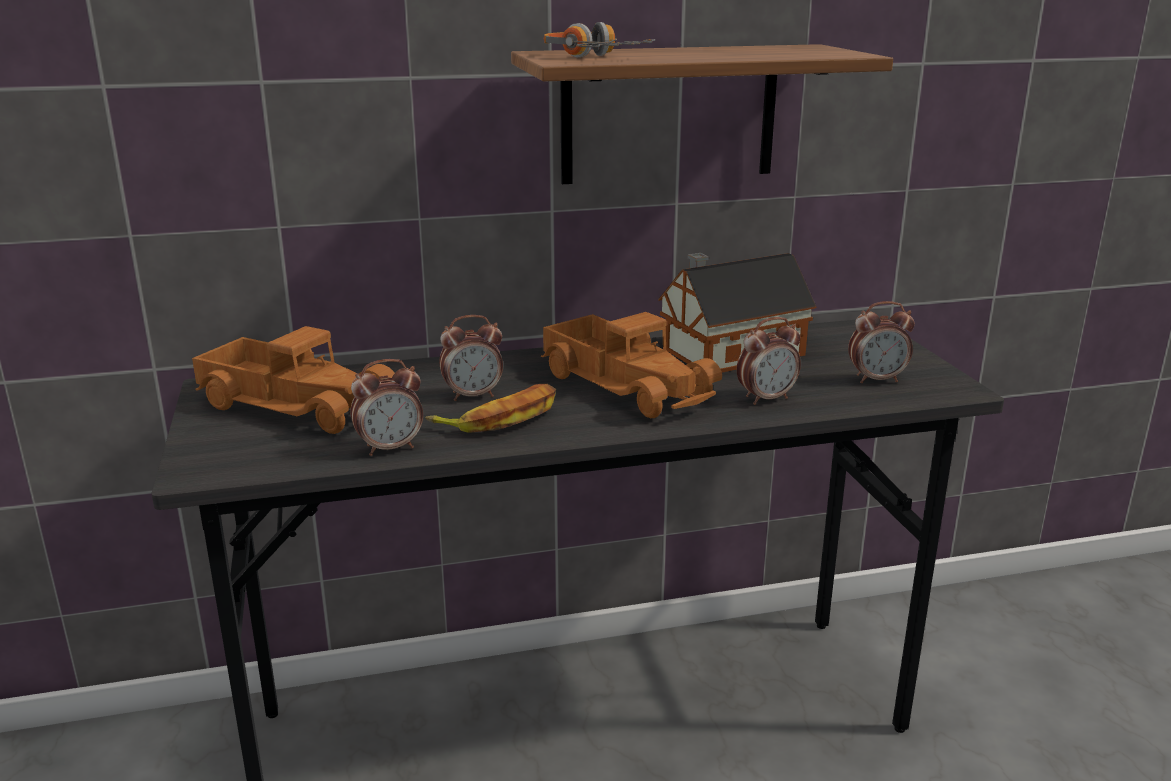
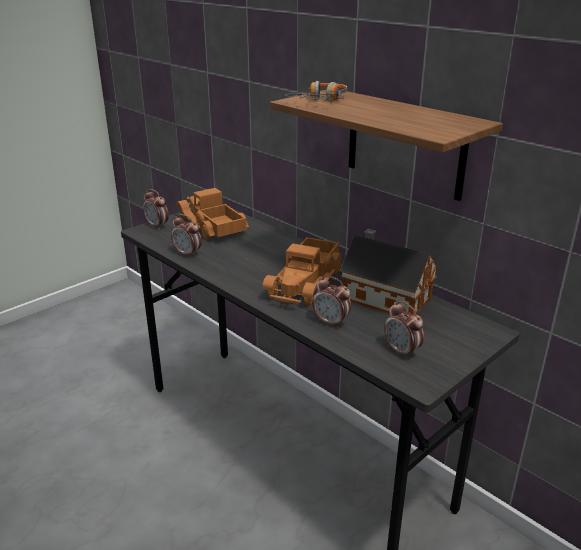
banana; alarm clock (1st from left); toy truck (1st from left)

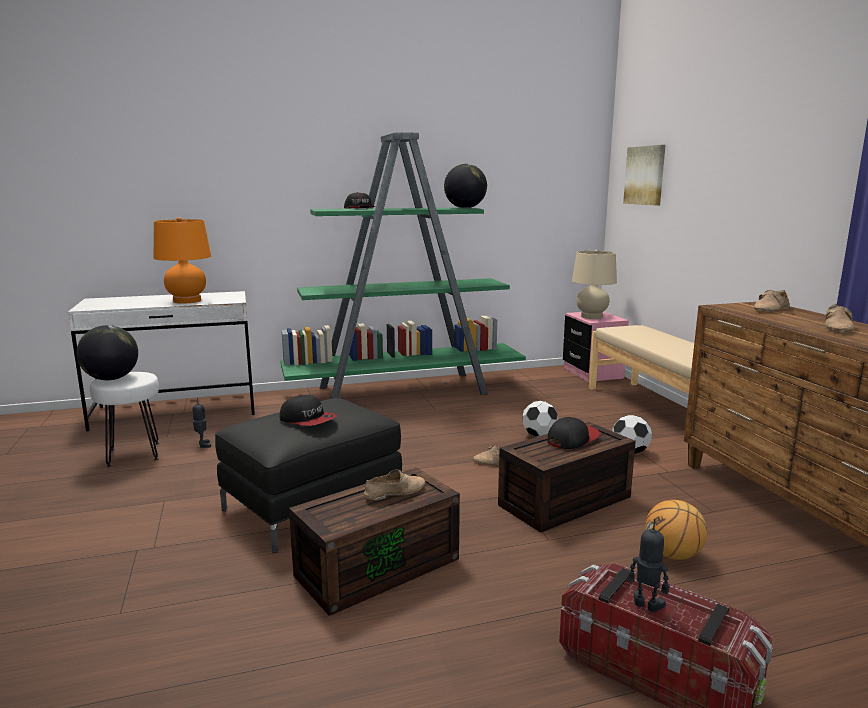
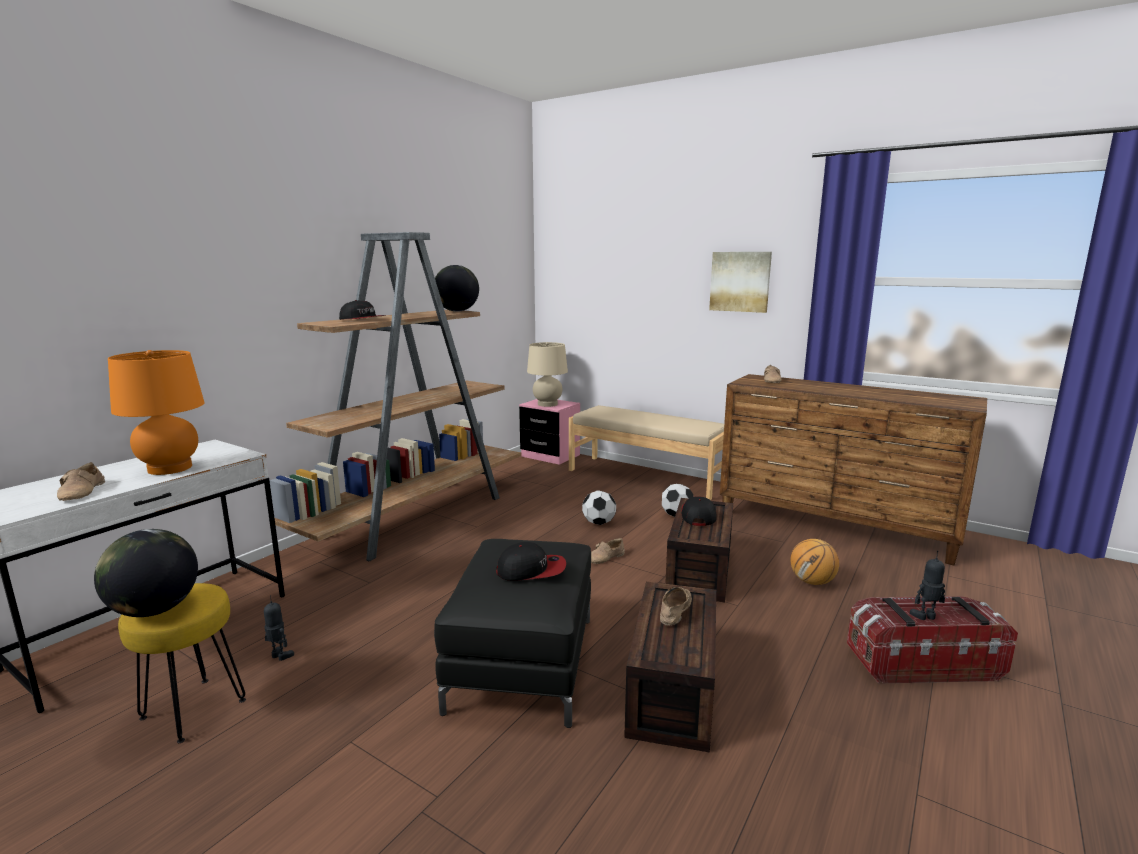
picture; beige shoe (1st from left); yellow stool; brown bookcase

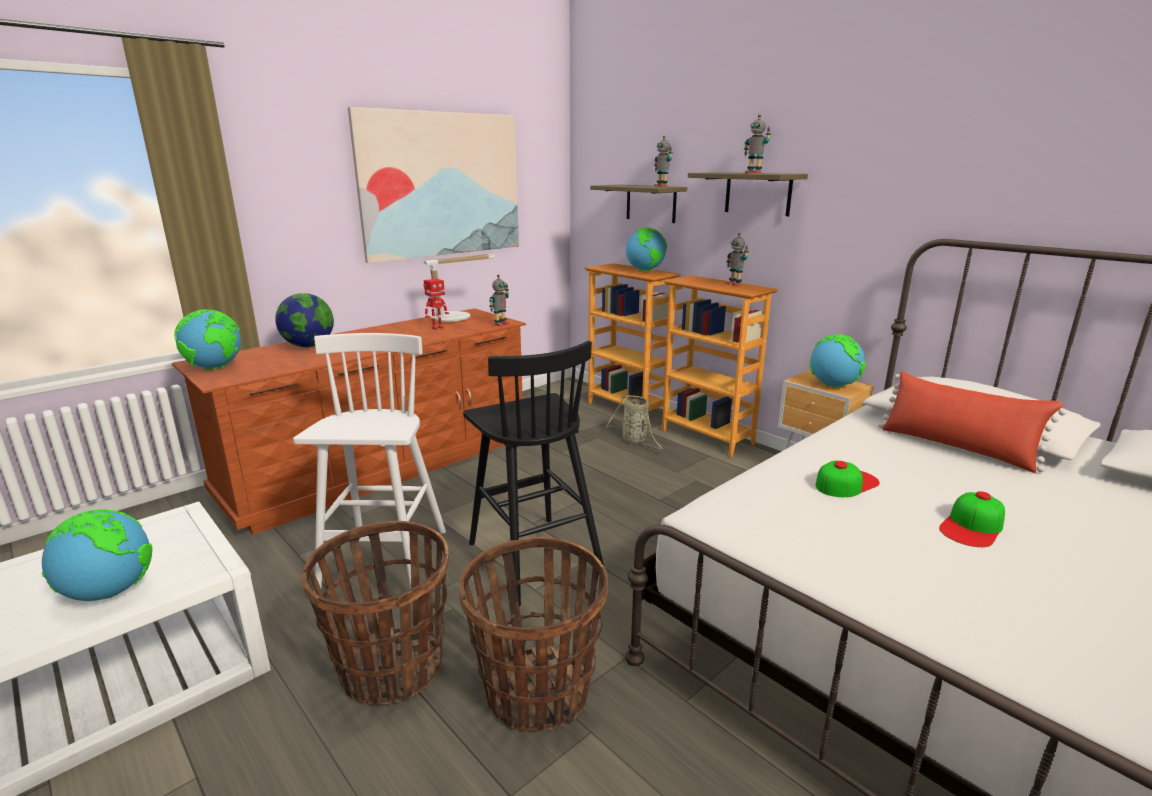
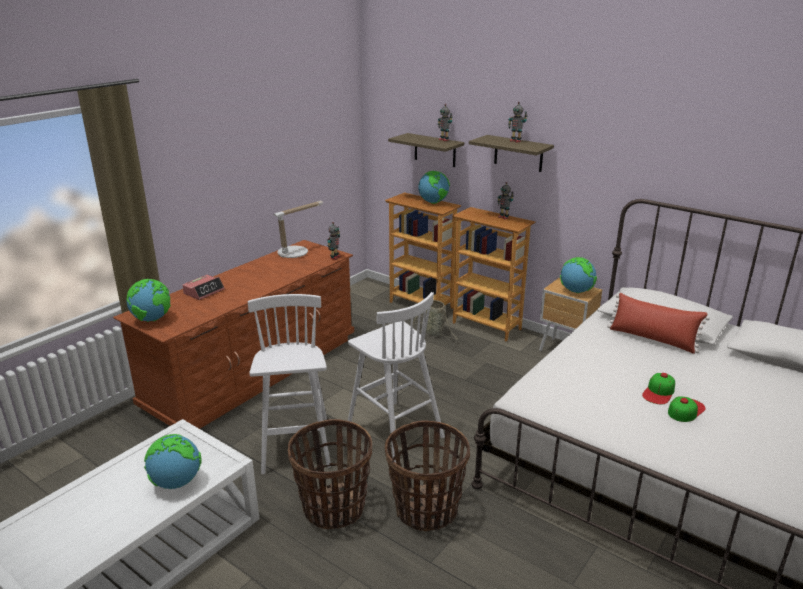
picture; toy robot (1st from left in the first image); cap (2nd from left); alarm clock; white stool (2nd from left)

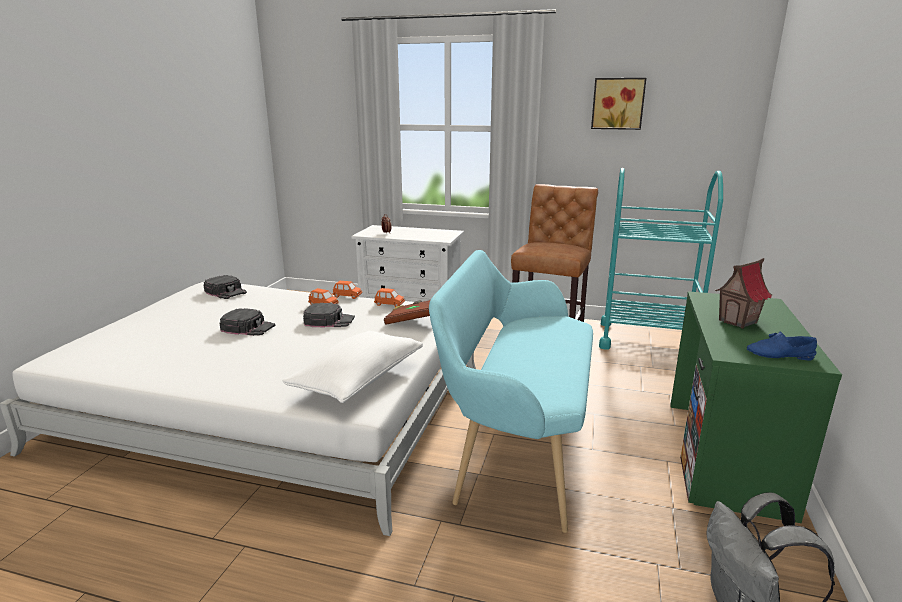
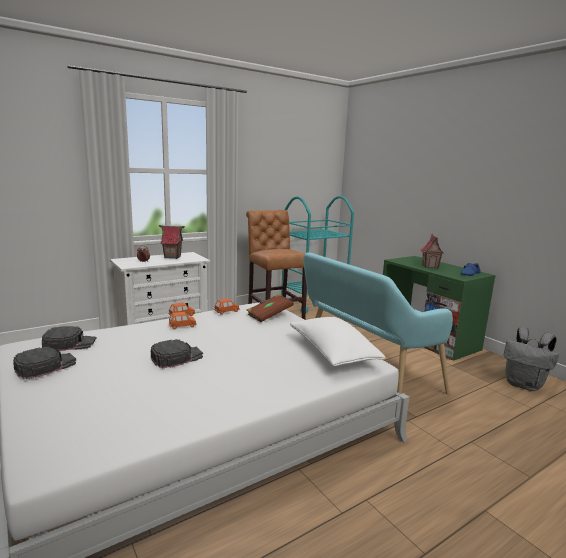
picture; toy house (1st from left); black cap (1st from left)

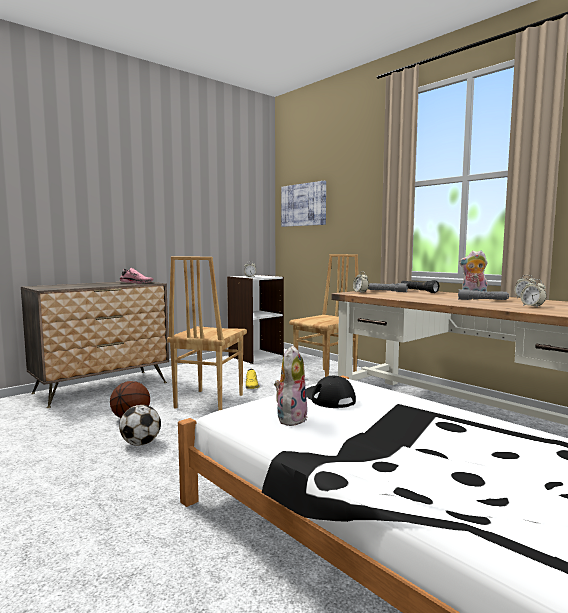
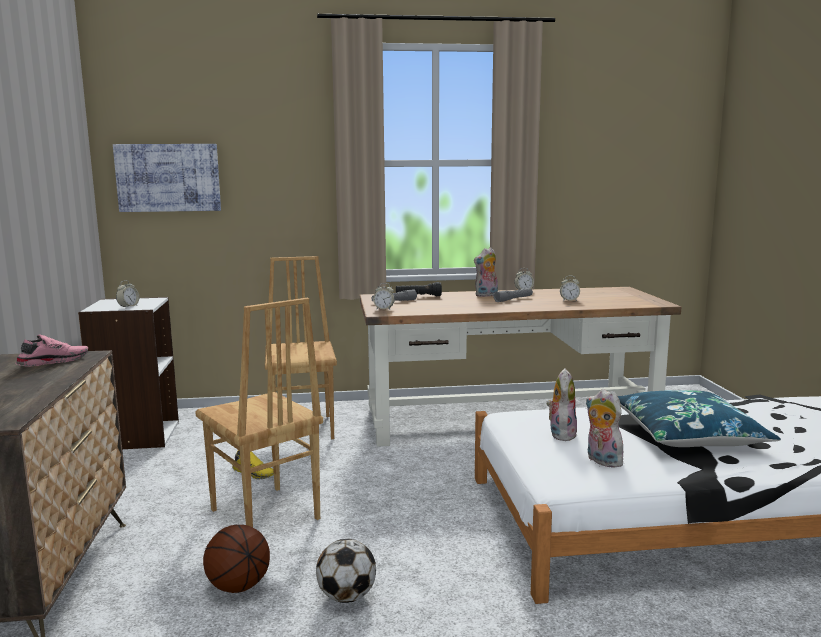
blue pillow; plush toy (2nd from left)

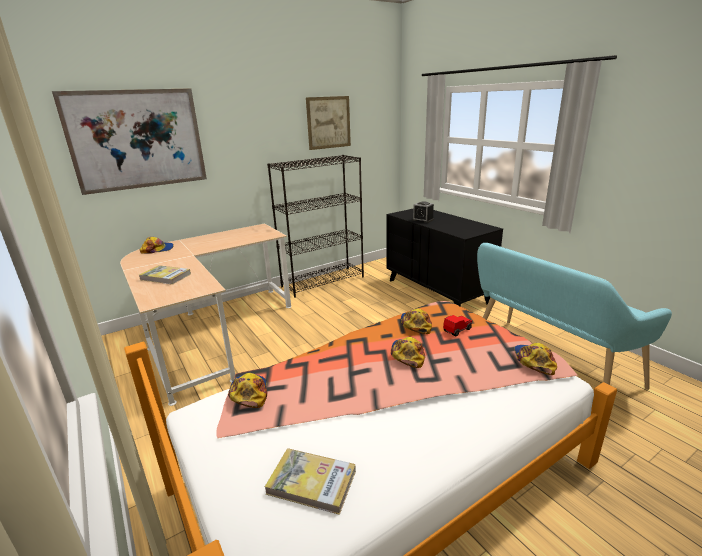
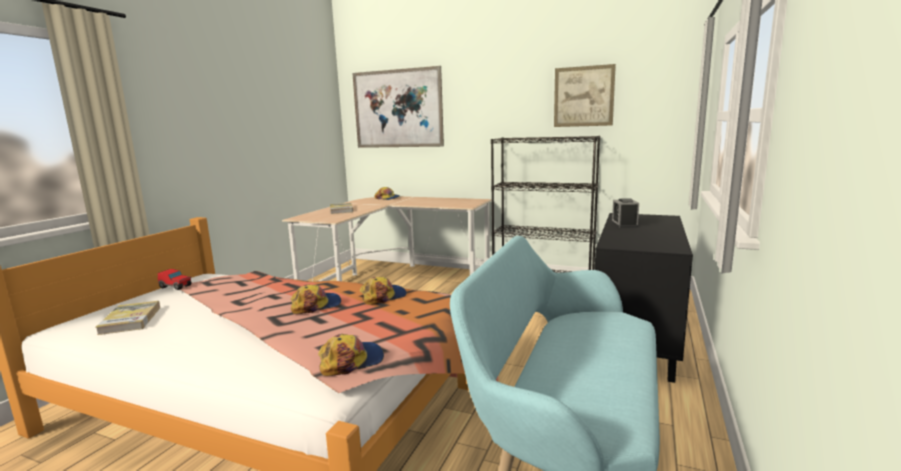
cap (2nd from left in the first image); toy car

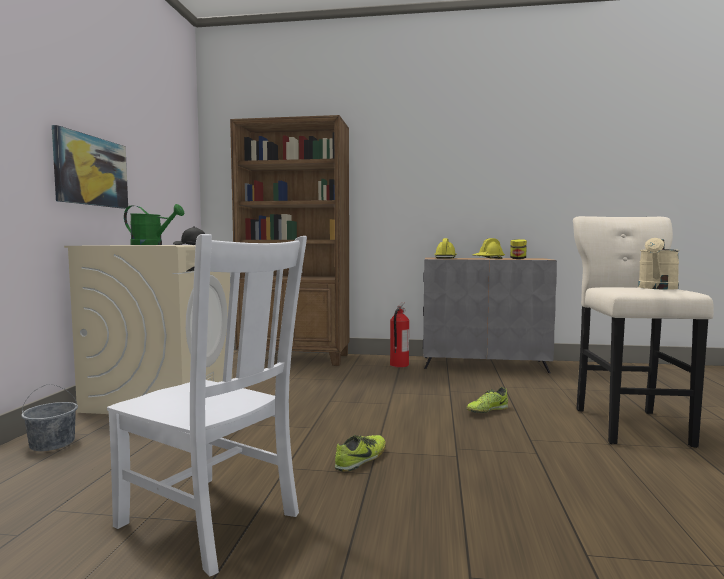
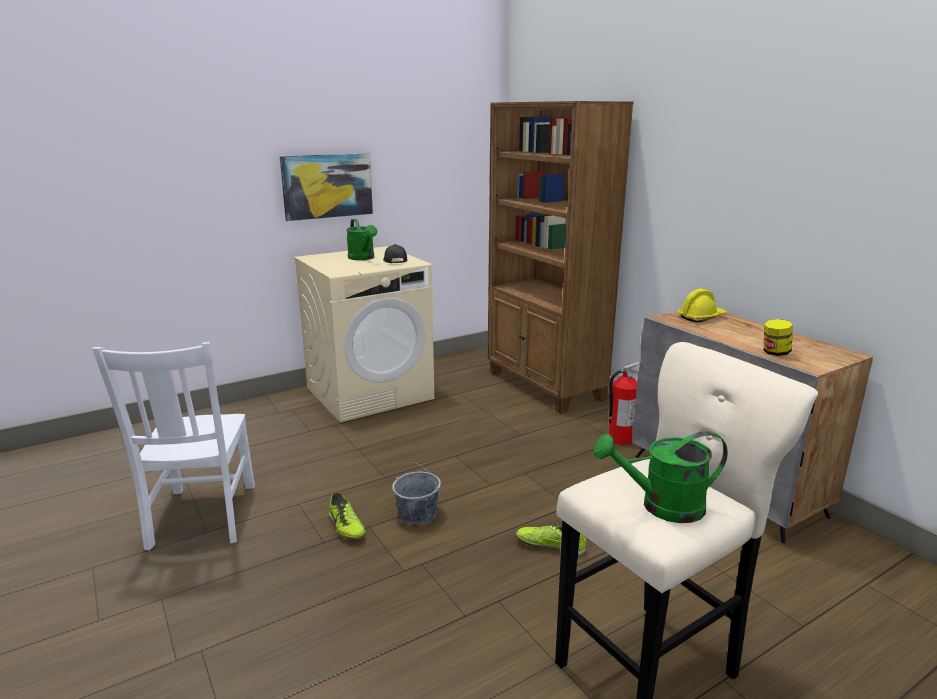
yellow hard hat (2nd from left in the first image); grey bucket; green watering can (2nd from left); shoe (1st from left)

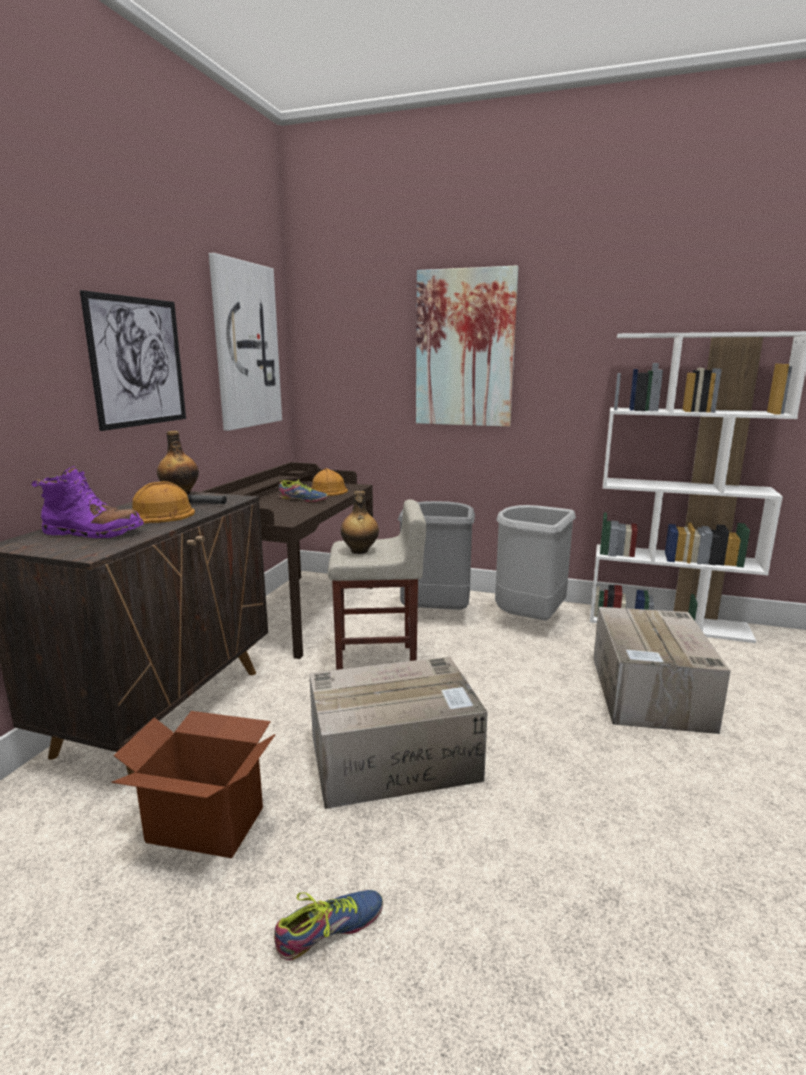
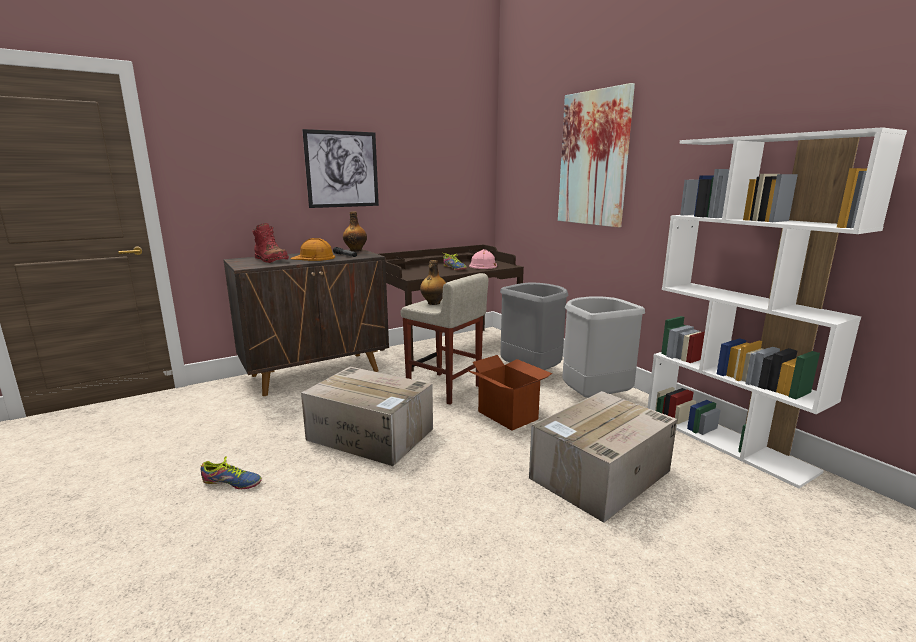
picture (2nd from left in the first image); cardboard box (2nd from left); red boot; pink hard hat

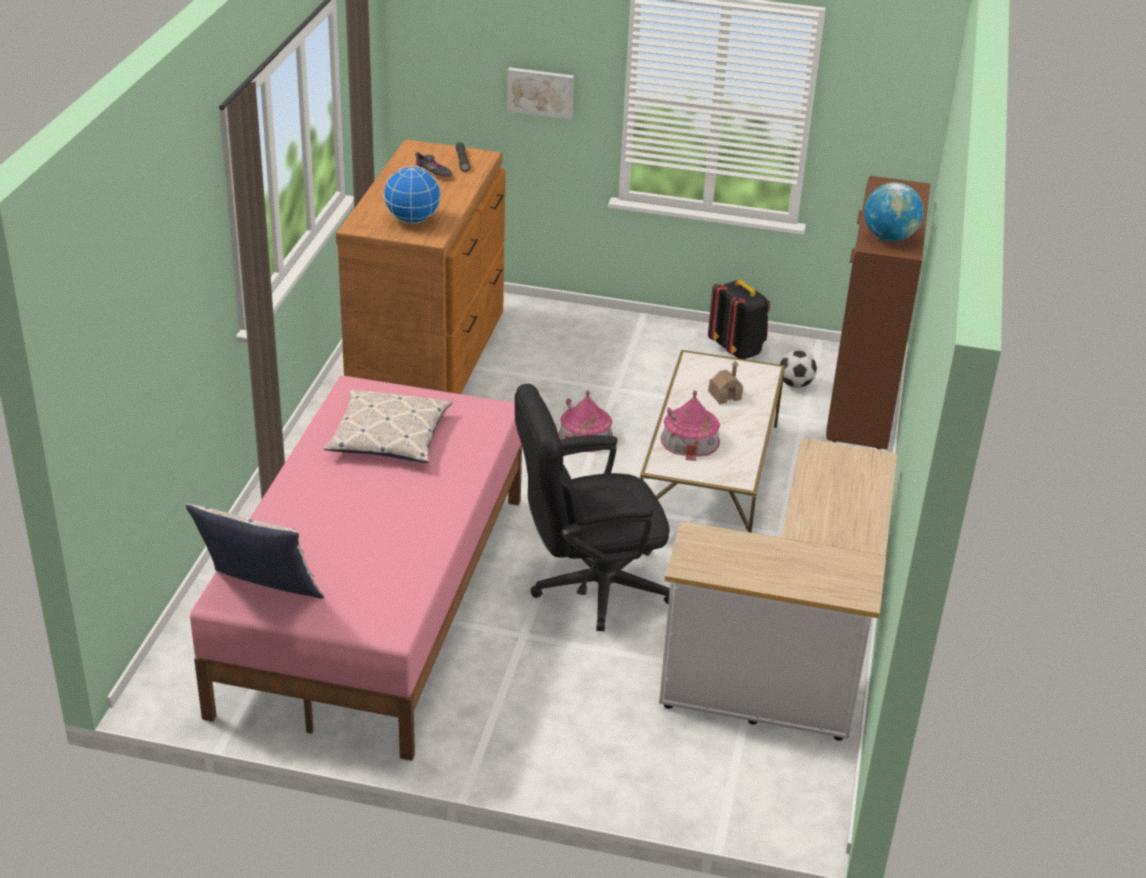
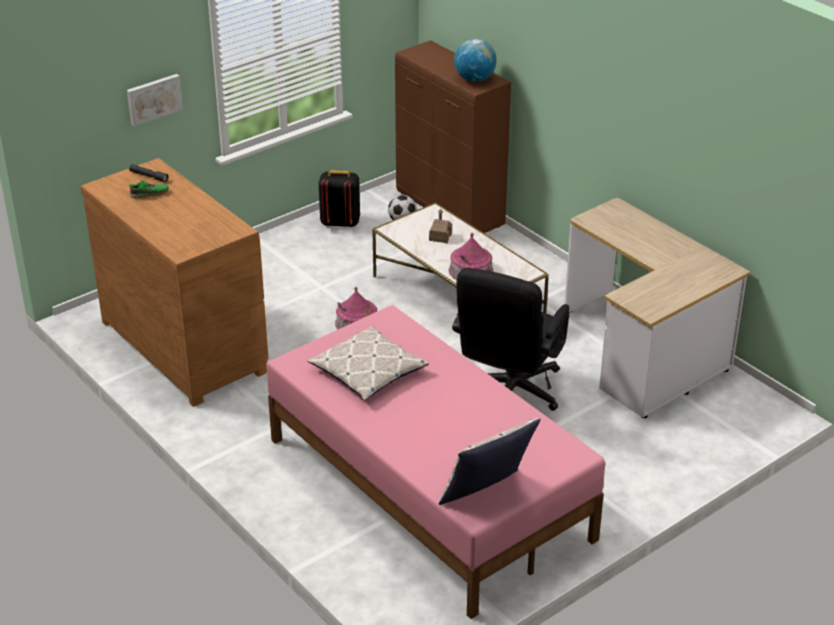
globe (1st from left in the first image); green shoe

